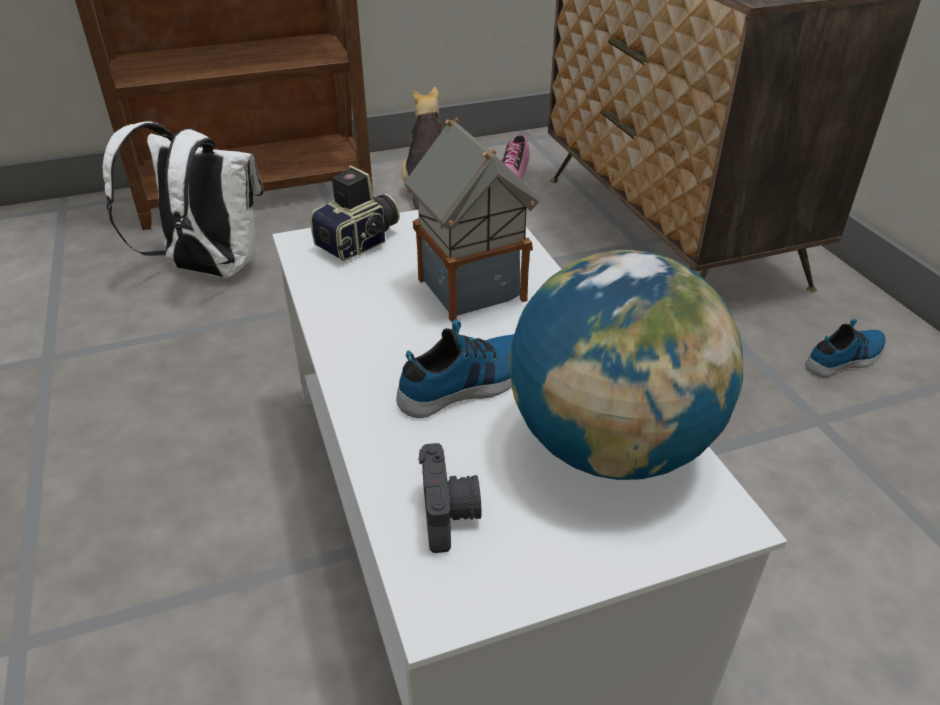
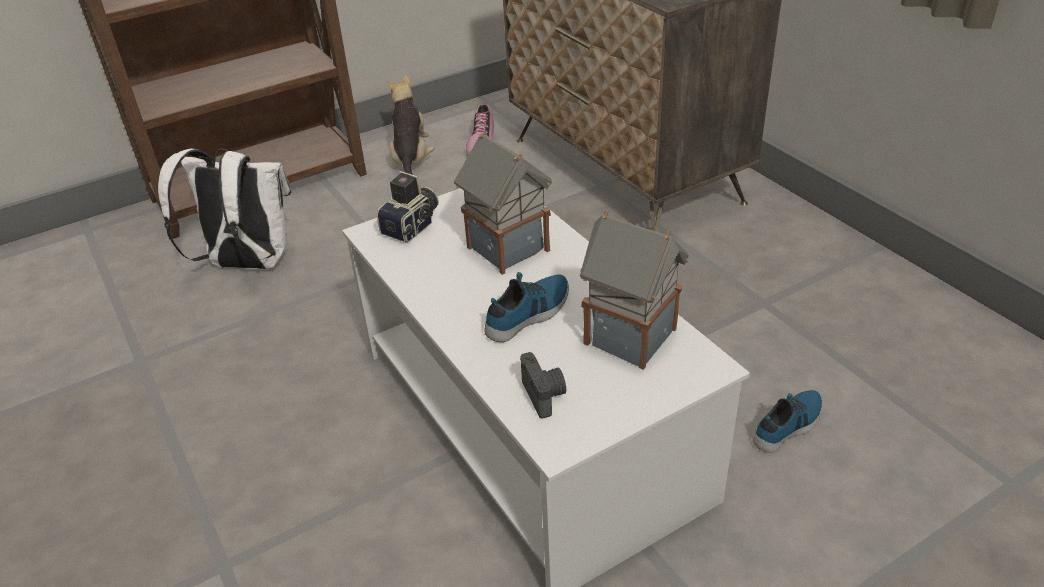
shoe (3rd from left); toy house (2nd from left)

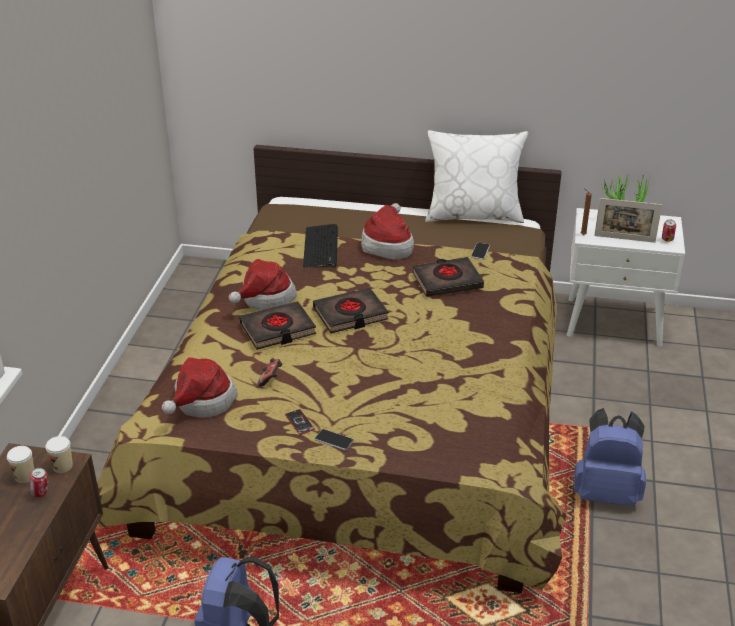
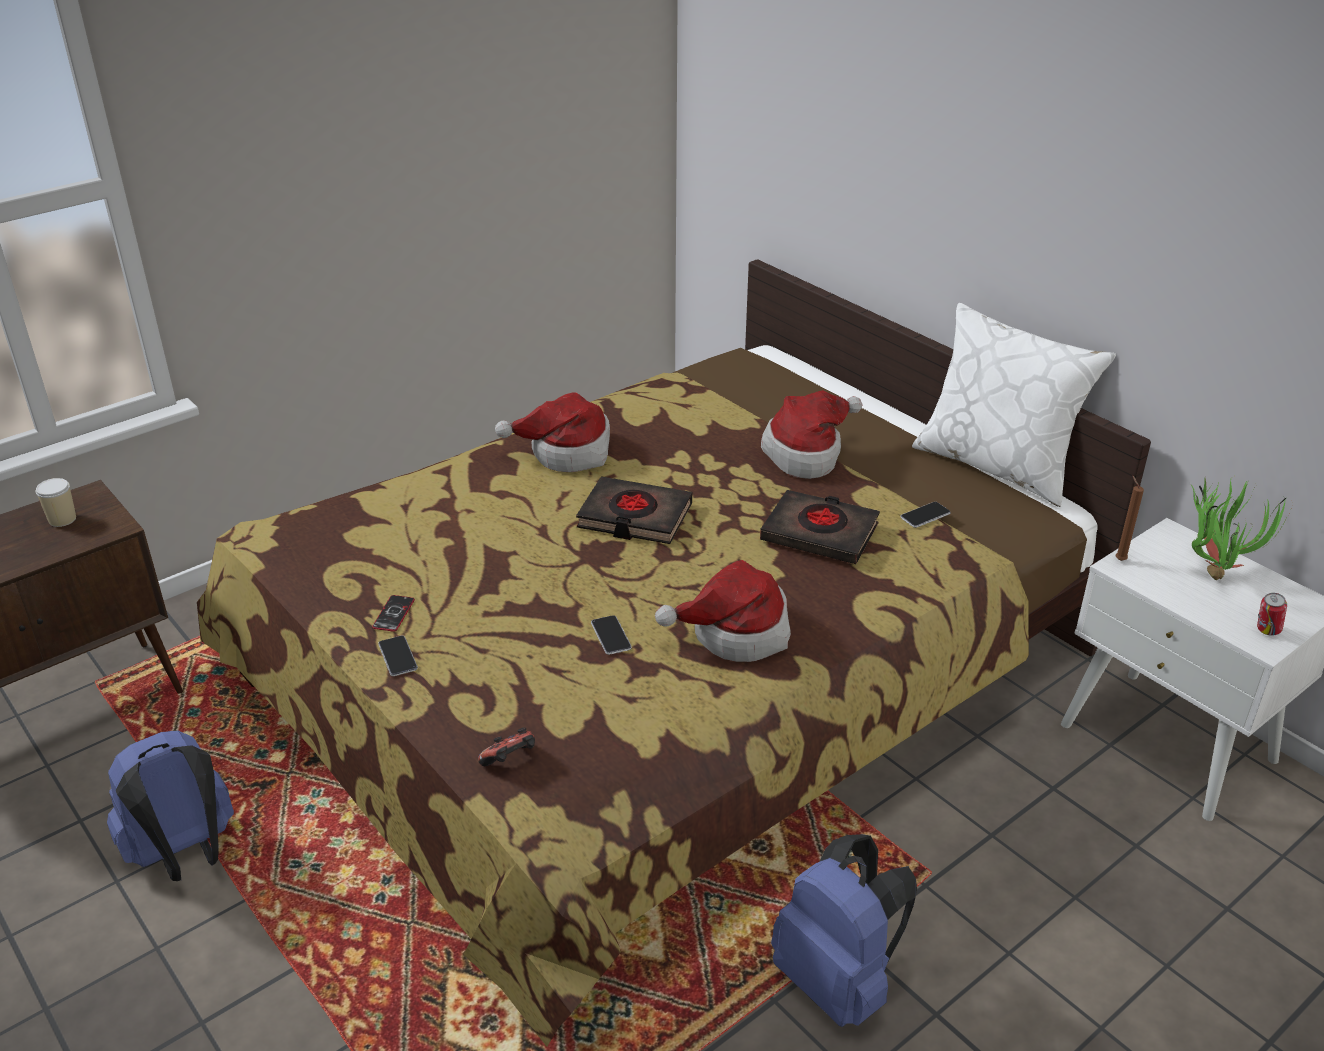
can (1st from left in the first image); cup (2nd from left in the first image); black book (1st from left in the first image); keyboard; picture frame; phone (3rd from left); hat (2nd from left); game controller

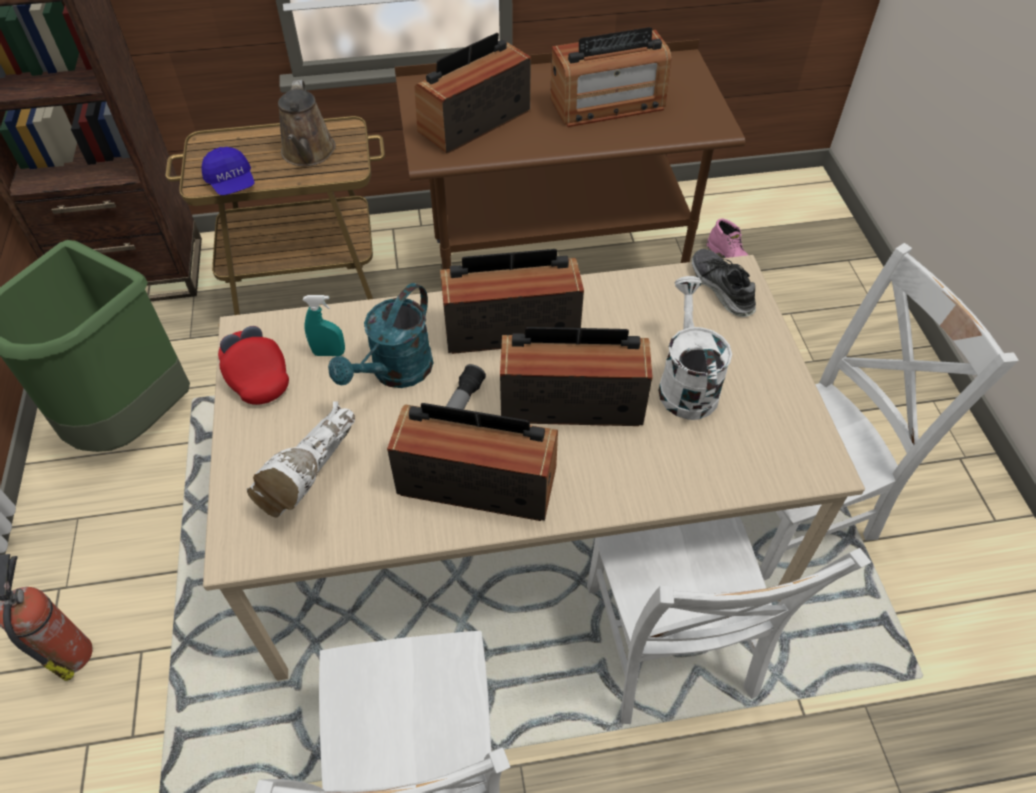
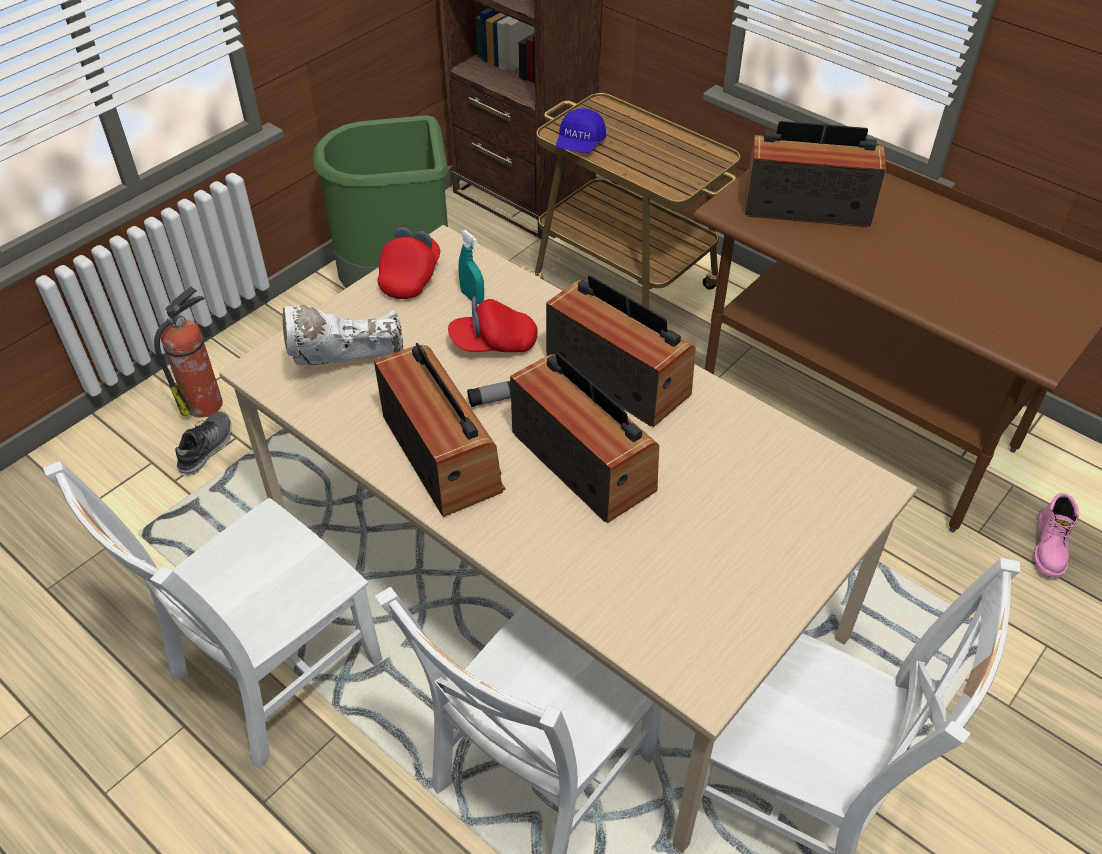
brown watering can; radio (5th from left in the first image); white watering can; shoe; red cap (2nd from left)

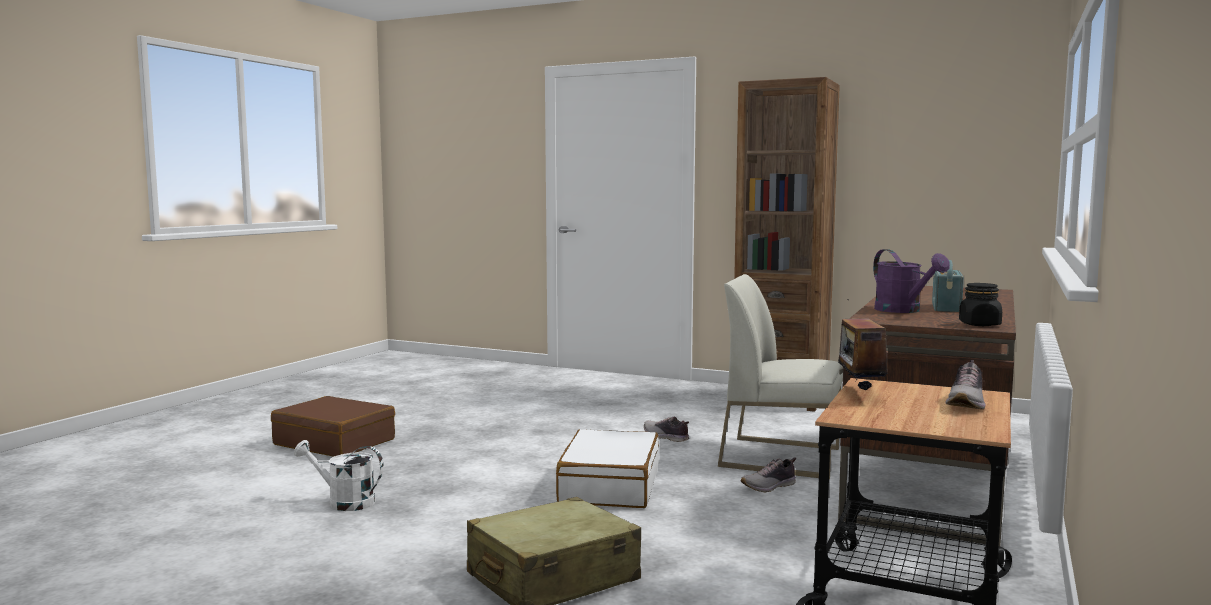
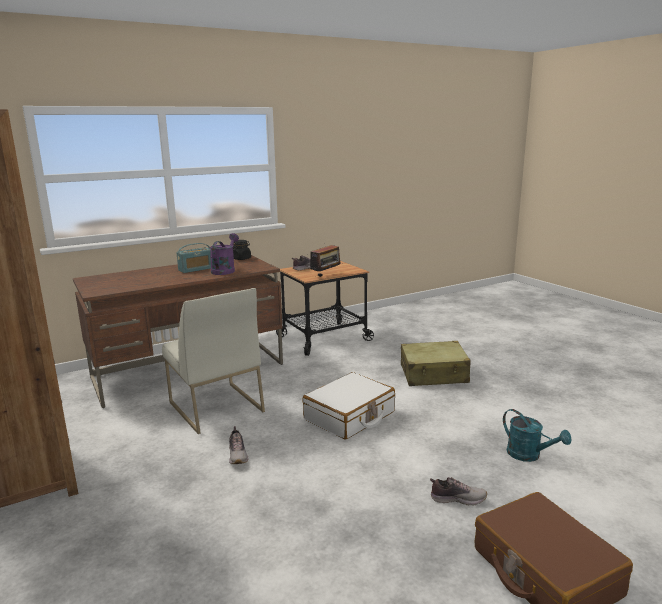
shoe (3rd from left); turquoise watering can

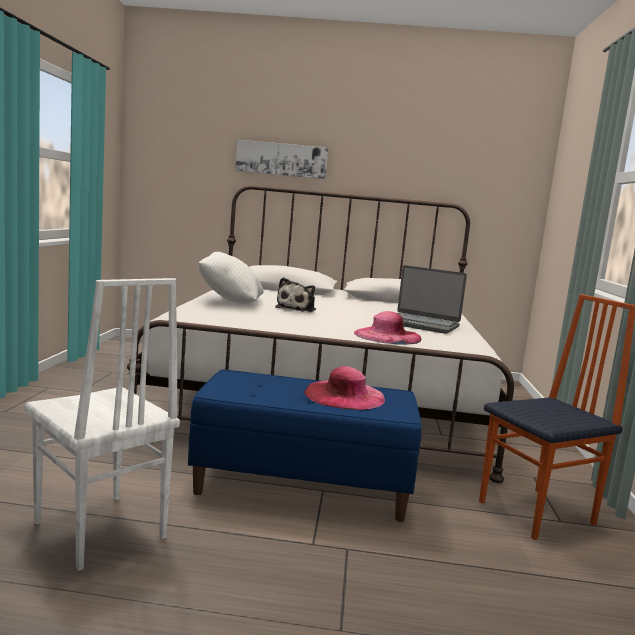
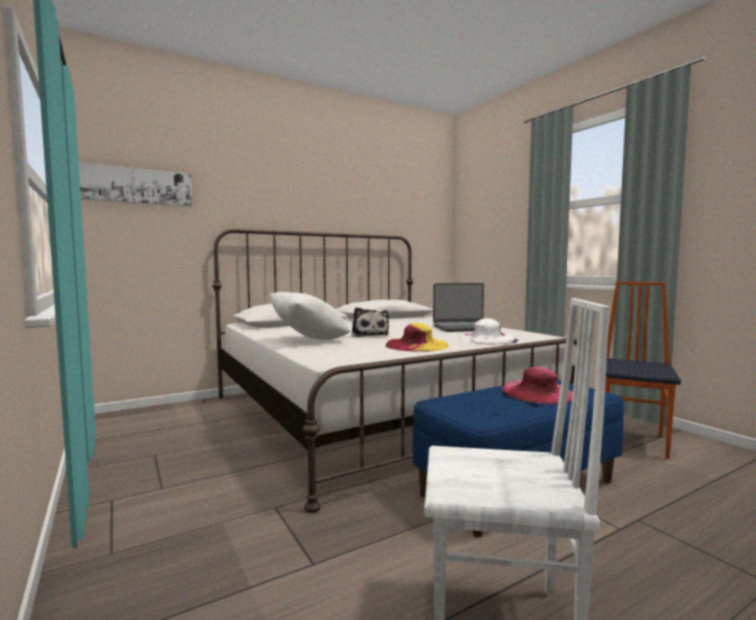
yellow hat; picture; white hat

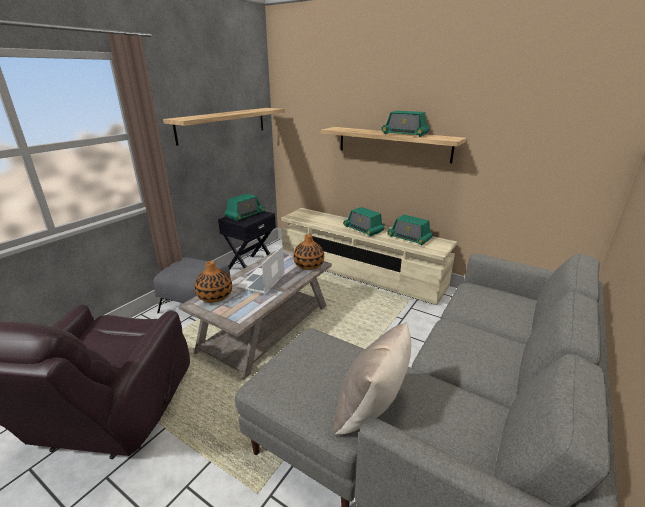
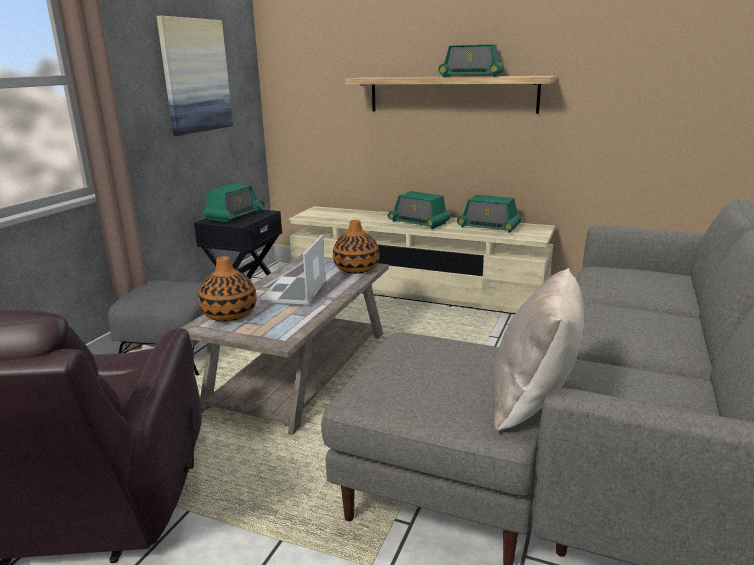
picture

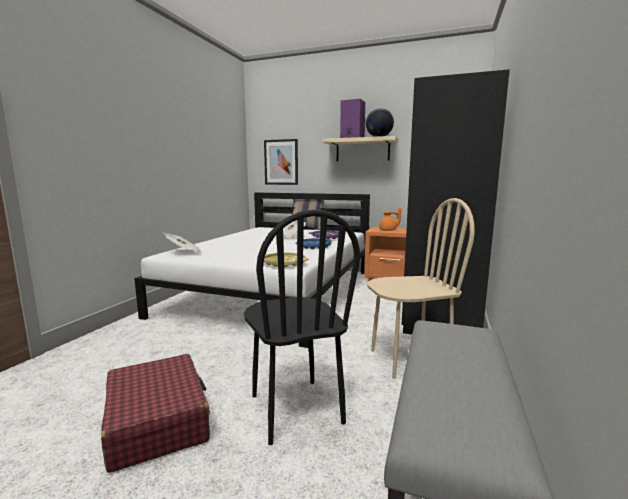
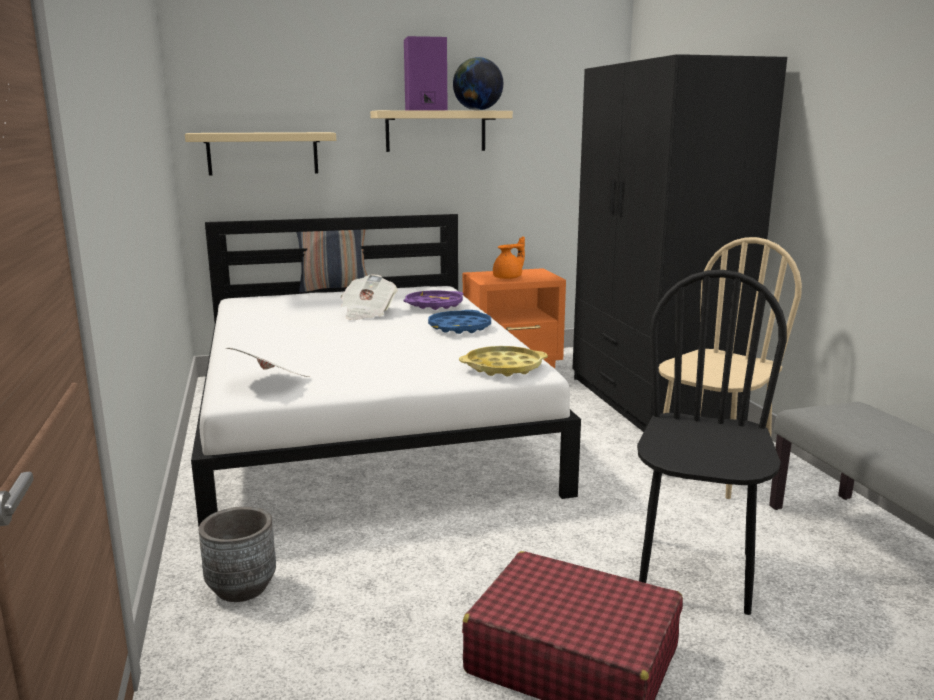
grey planter; beige shelf (1st from left); black chair

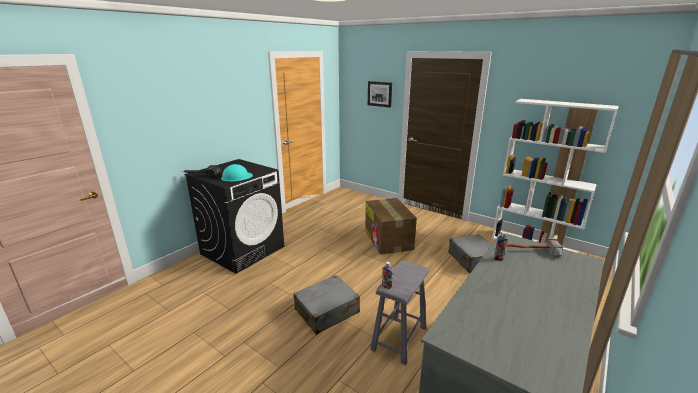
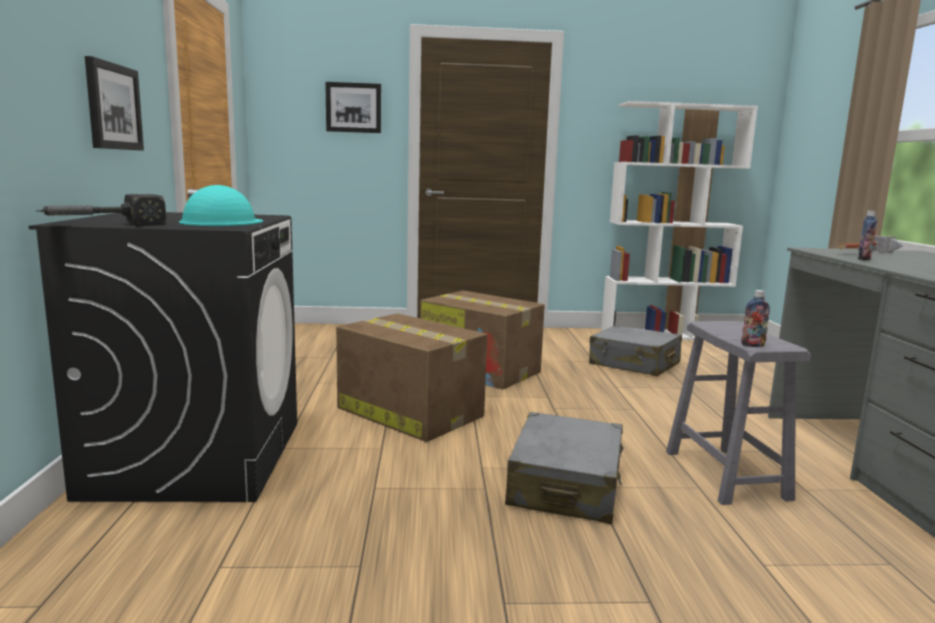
picture (1st from left); cardboard box (1st from left)

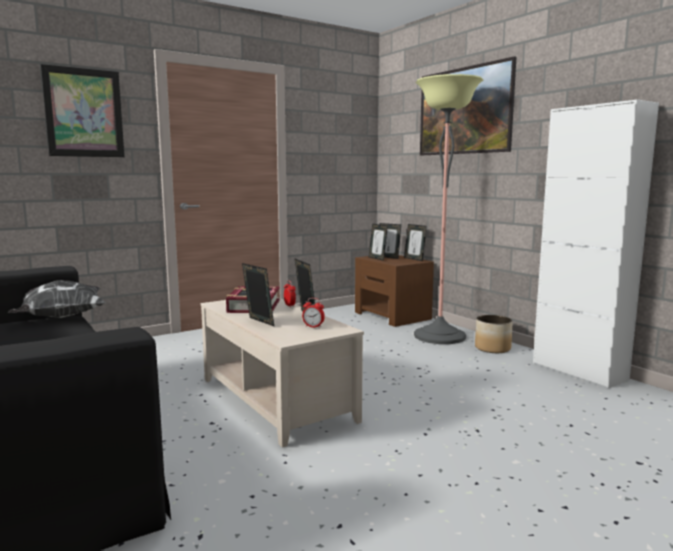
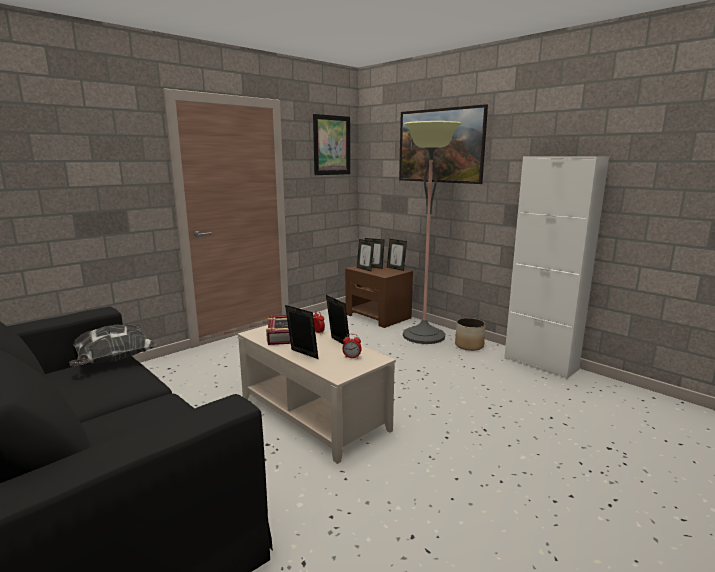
picture (1st from left)

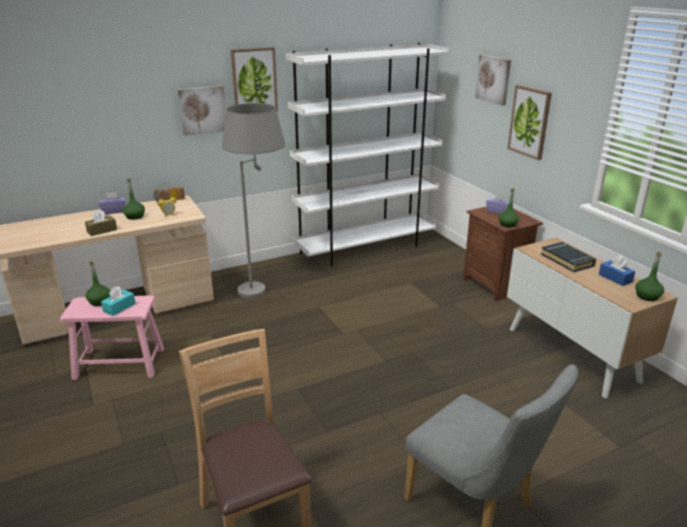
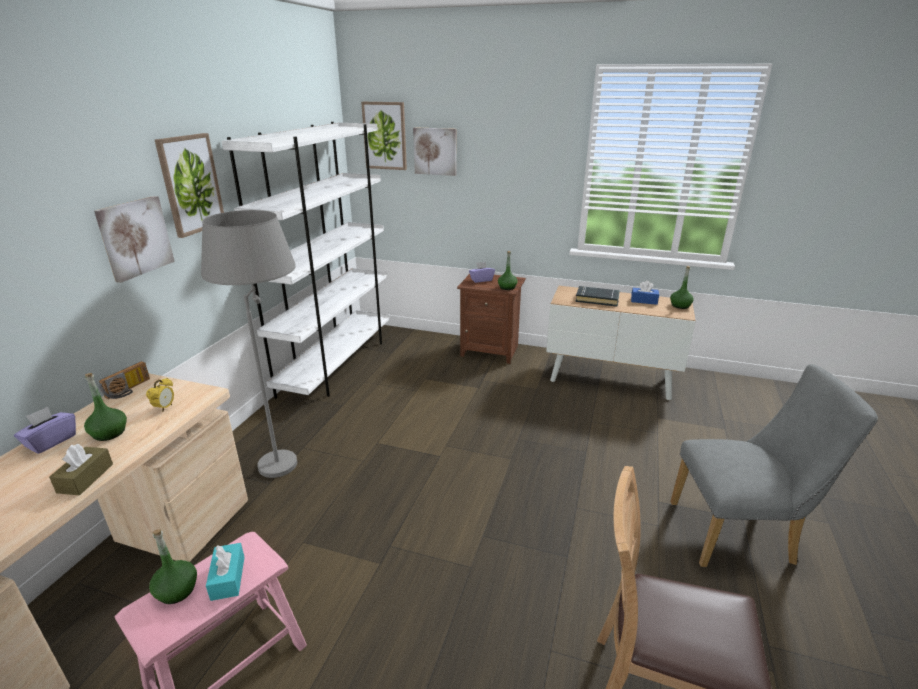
picture (3rd from left)

